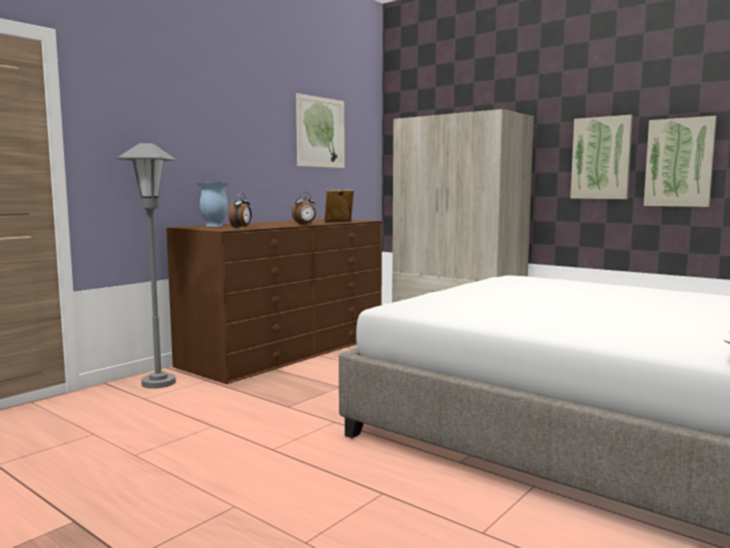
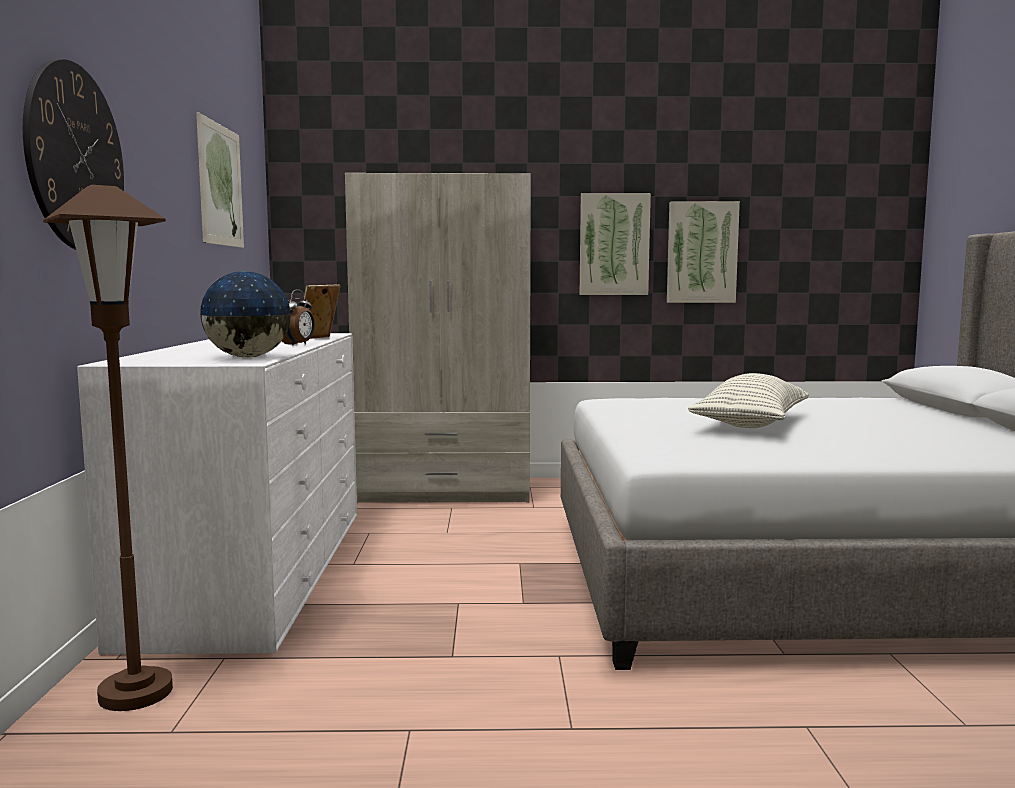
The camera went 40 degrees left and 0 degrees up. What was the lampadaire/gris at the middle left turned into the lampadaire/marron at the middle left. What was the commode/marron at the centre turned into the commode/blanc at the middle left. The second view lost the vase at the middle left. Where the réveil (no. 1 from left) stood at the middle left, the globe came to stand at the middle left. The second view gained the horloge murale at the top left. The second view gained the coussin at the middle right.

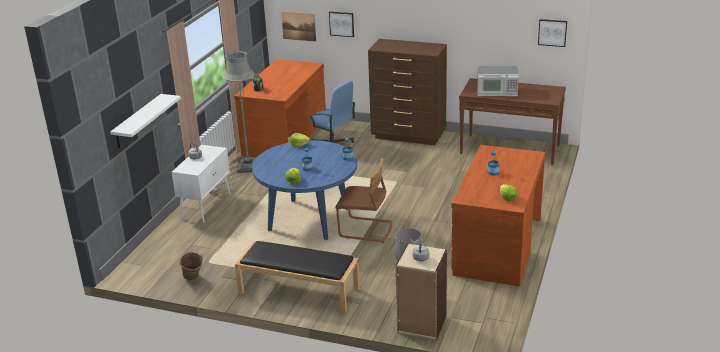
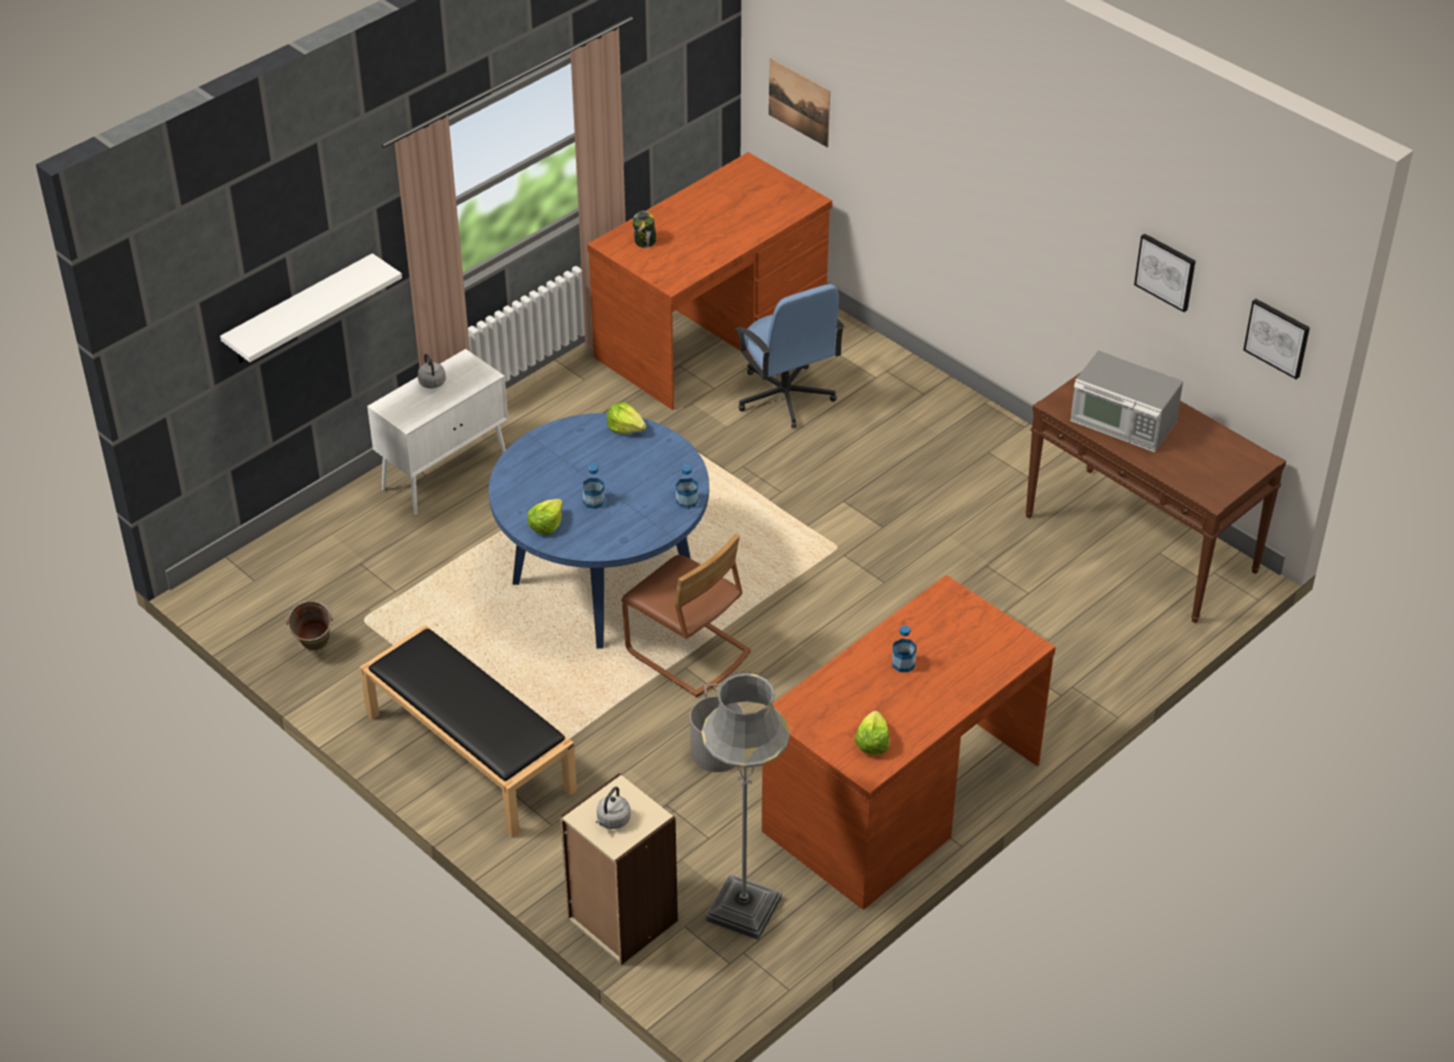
The camera went 25 degrees right and 15 degrees up. The lampadaire/gris ended up elsewhere, having gone from the top left to the bottom centre. The tableau (no. 2 from left) ended up elsewhere, having gone from the top centre to the top right. The second view lost the commode/marron at the top centre.

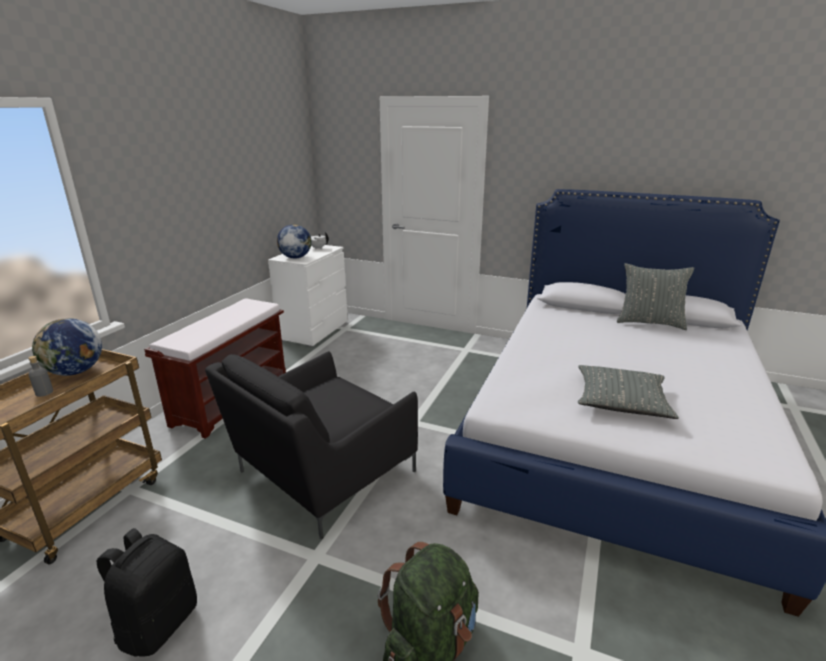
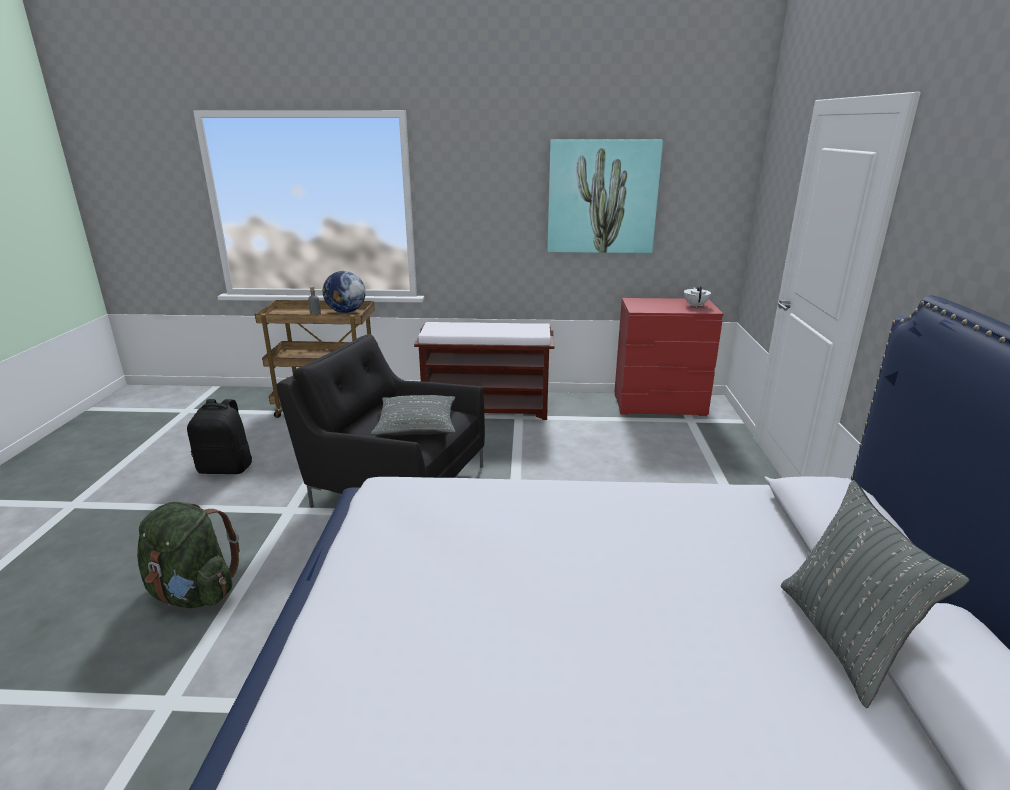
The camera went 70 degrees right and 0 degrees up. What was the commode/blanc at the centre turned into the commode/rouge at the centre. The second view lost the globe (no. 2 from left) at the centre. The coussin/gris (no. 1 from left) ended up elsewhere, having gone from the middle right to the centre. The second view gained the tableau at the top centre.

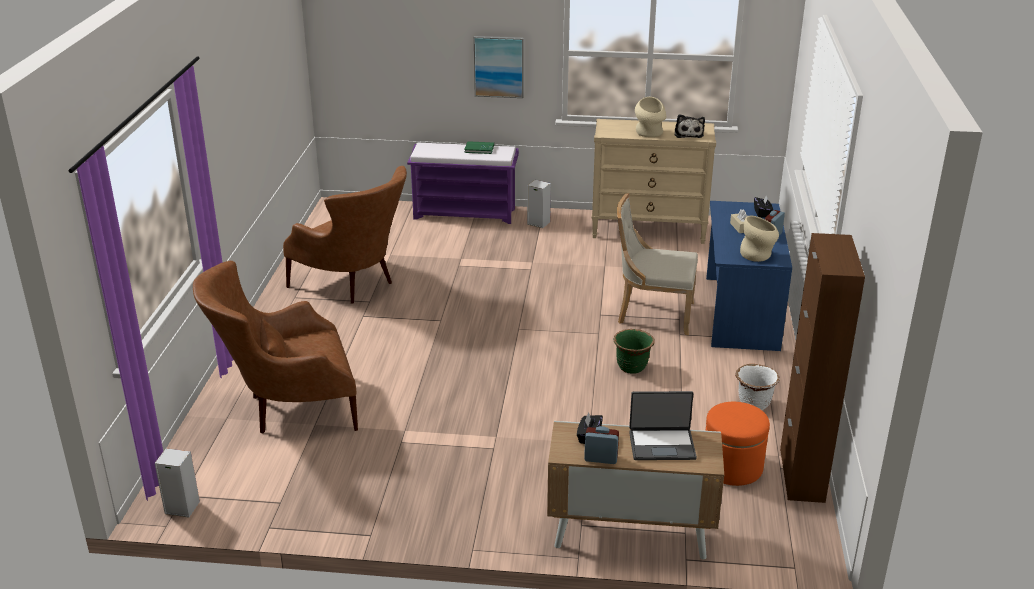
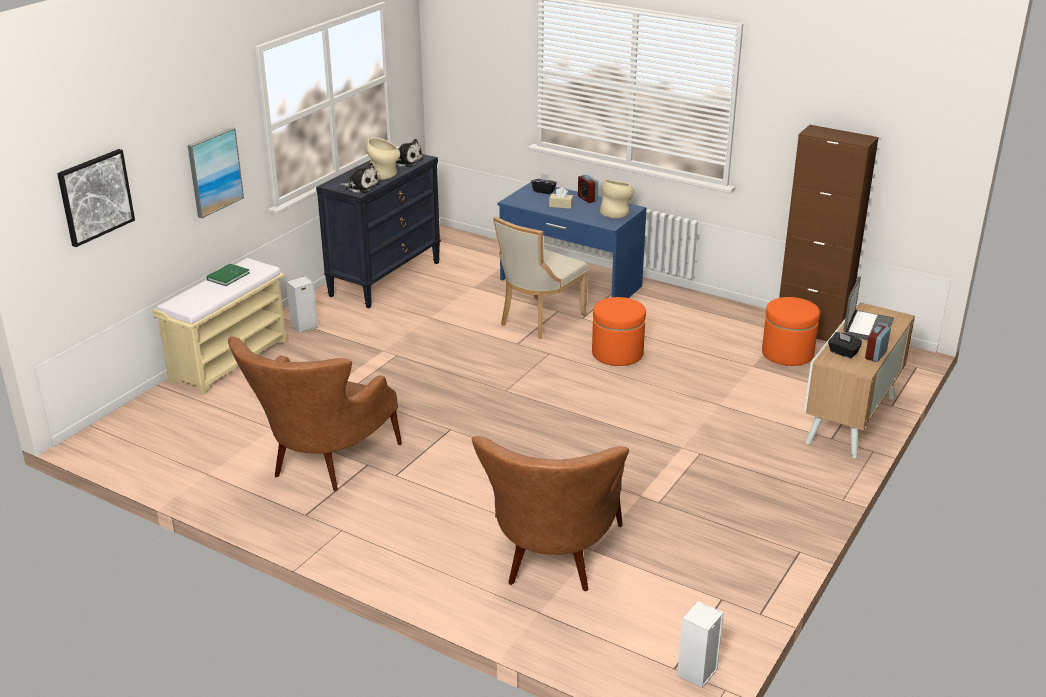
The camera went 65 degrees left and 0 degrees up. The fauteuil/marron (no. 2 from left in the first image) at the centre ended up facing another way, 135 degrees clockwise from before. What was the banc/violet at the top centre turned into the banc/beige at the middle left. What was the commode/beige at the top centre turned into the commode/noir at the top centre. Where the cache-pot/vert stood at the centre, the pouf/orange (no. 1 from left) came to stand at the centre. The second view lost the cache-pot/blanc at the middle right. The second view gained the tableau (no. 1 from left) at the top left. The second view gained the peluche (no. 1 from left) at the top centre.

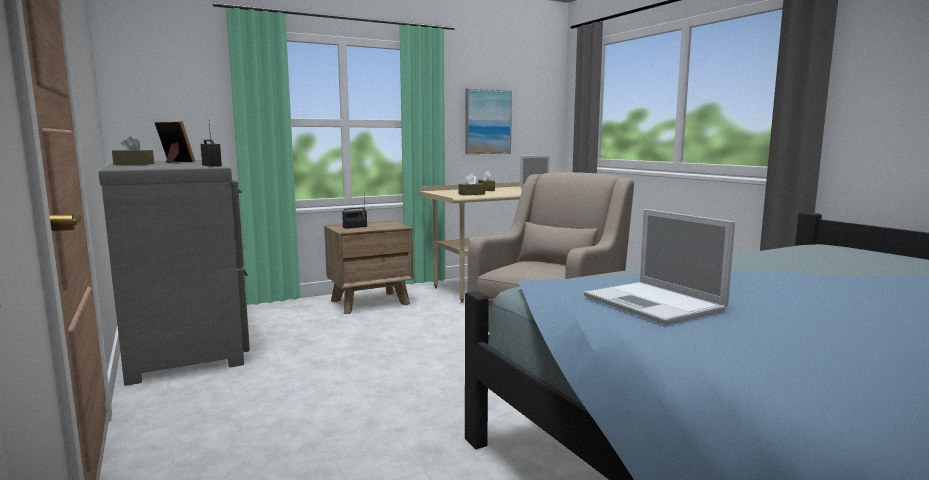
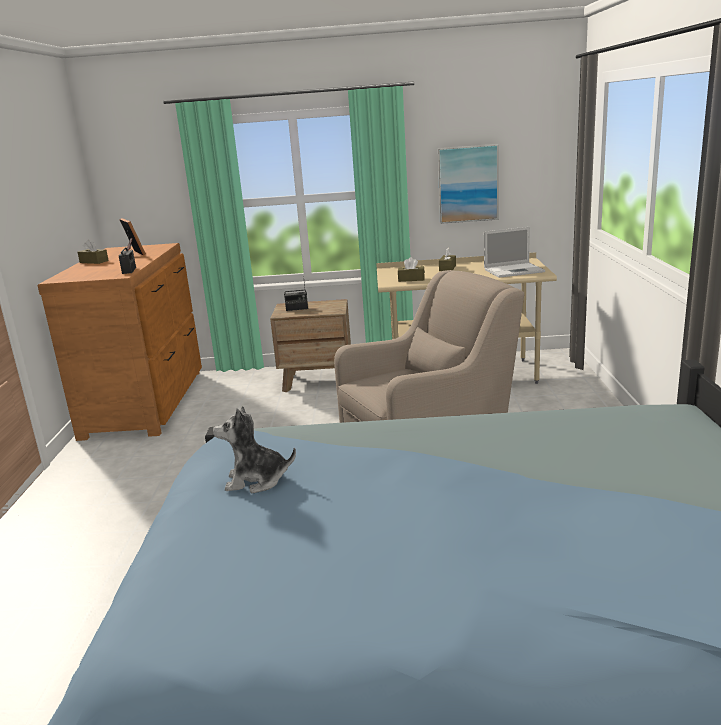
The camera went 30 degrees right and 10 degrees up. What was the commode/gris at the middle left turned into the commode/marron at the middle left. Where the ordinateur portable (no. 2 from left) stood at the middle right, the peluche came to stand at the centre.

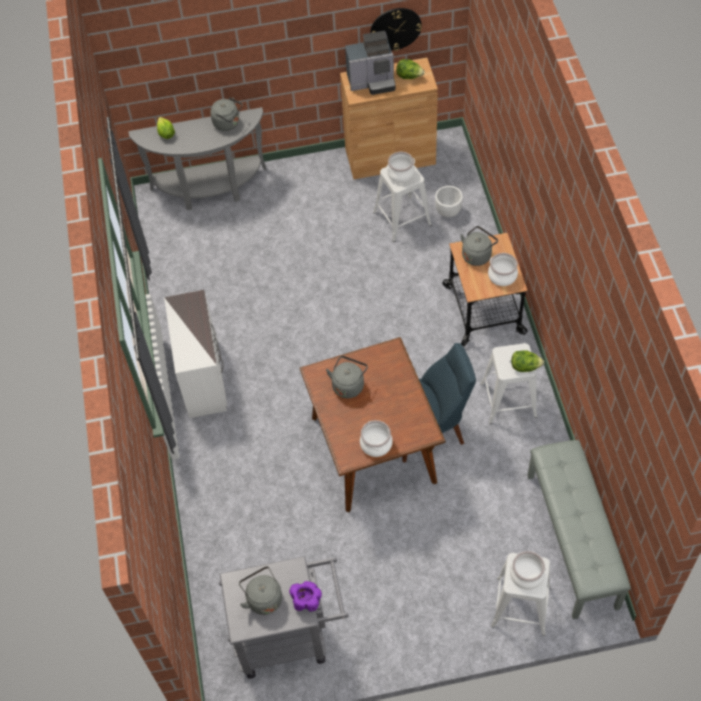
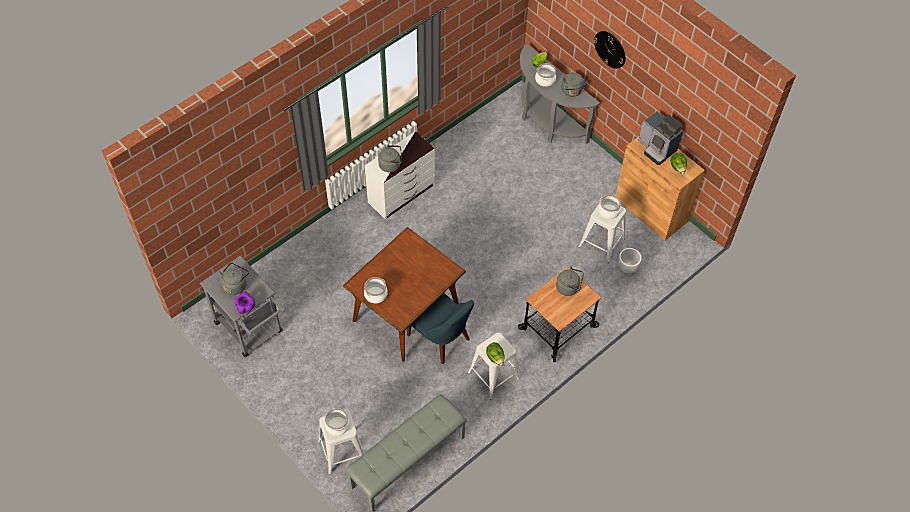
The camera went 55 degrees right and 0 degrees up. The bouilloire/gris (no. 3 from left in the first image) ended up elsewhere, having gone from the centre to the top centre. The horloge murale ended up elsewhere, having gone from the top centre to the top right. The marmite (no. 3 from left) ended up elsewhere, having gone from the middle right to the top centre.

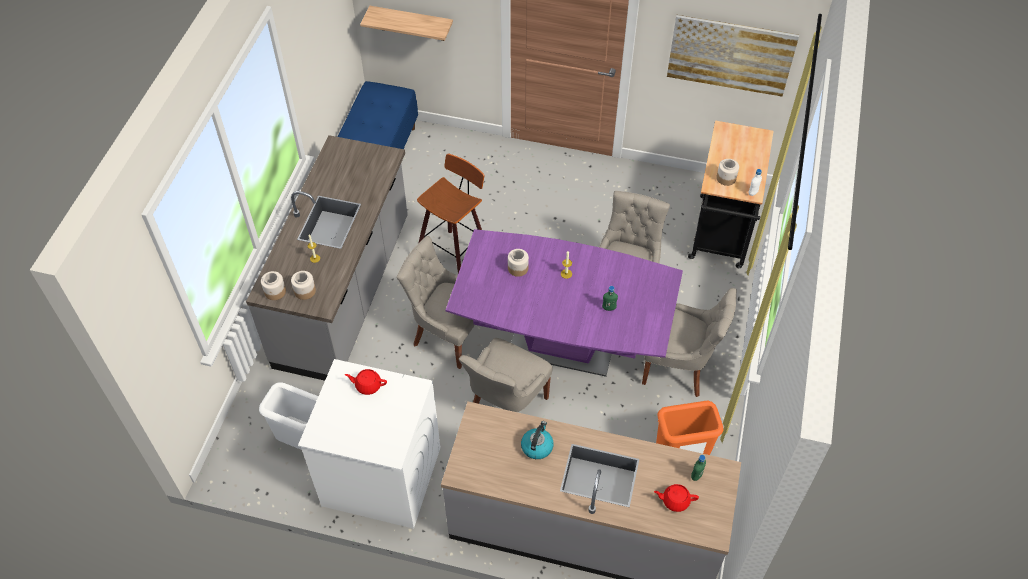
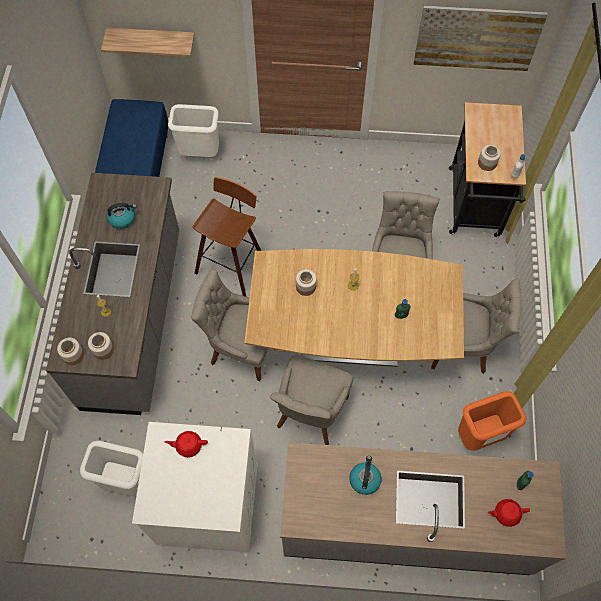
The camera went 10 degrees left and 10 degrees up. What was the table à manger/violet at the centre turned into the table à manger/marron at the centre. The second view gained the bouilloire (no. 1 from left) at the middle left. The second view gained the poubelle/blanc (no. 2 from left) at the top left.

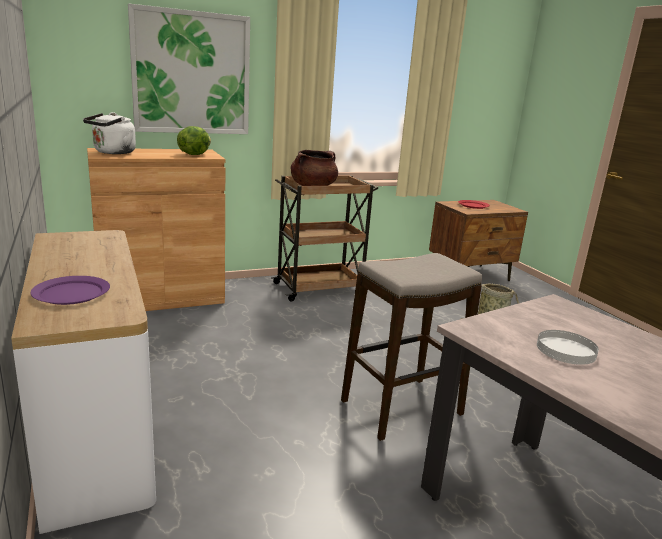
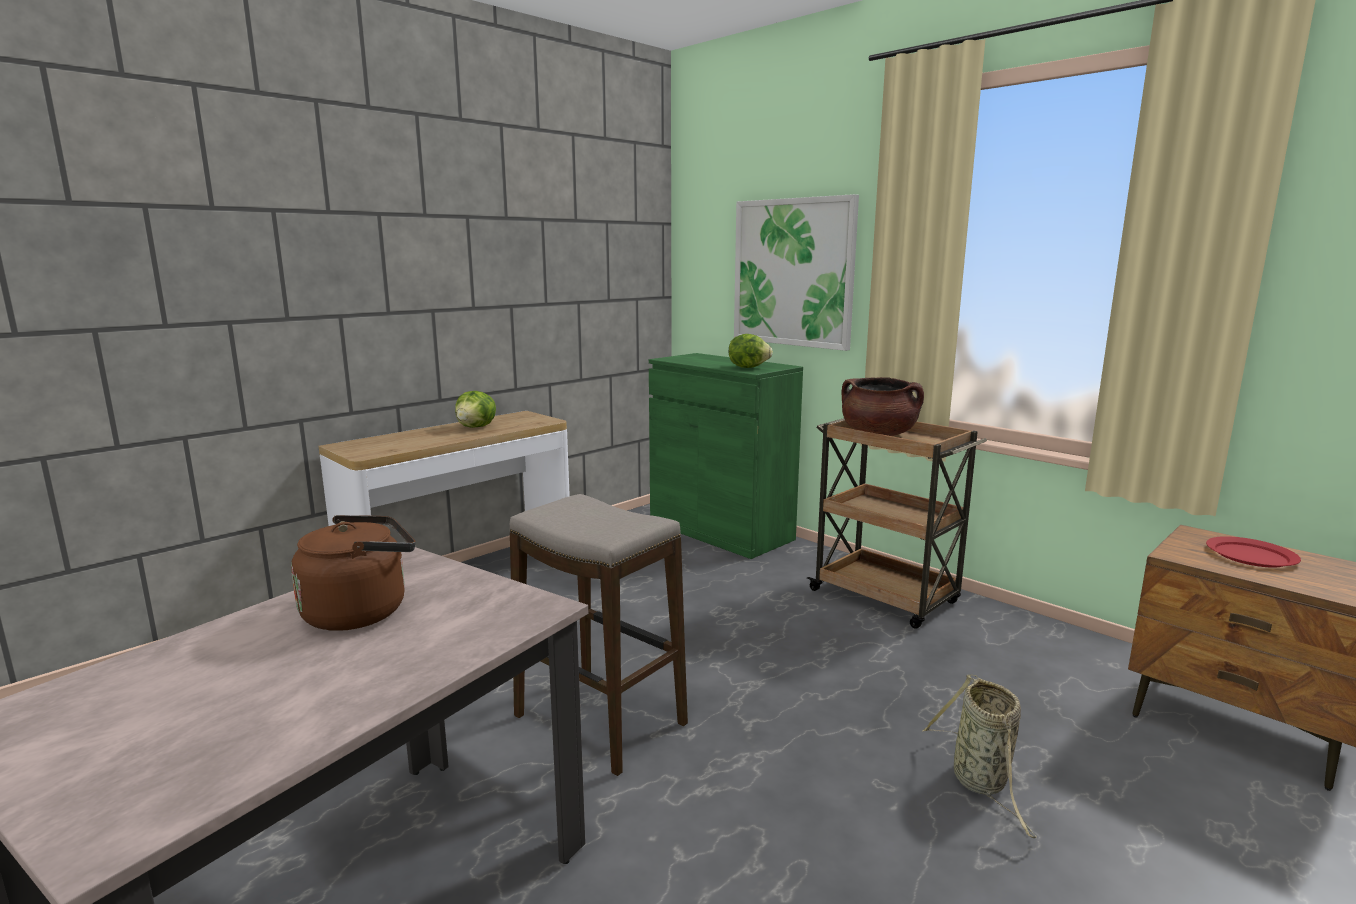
The camera went 70 degrees right and 5 degrees down. The second view lost the assiette/violet at the middle left. The second view lost the bouilloire/blanc at the top left. What was the meuble de rangement/marron at the middle left turned into the meuble de rangement/vert at the centre. Where the assiette/blanc stood at the middle right, the bouilloire/marron came to stand at the middle left. The second view gained the laitue (no. 1 from left) at the centre.

